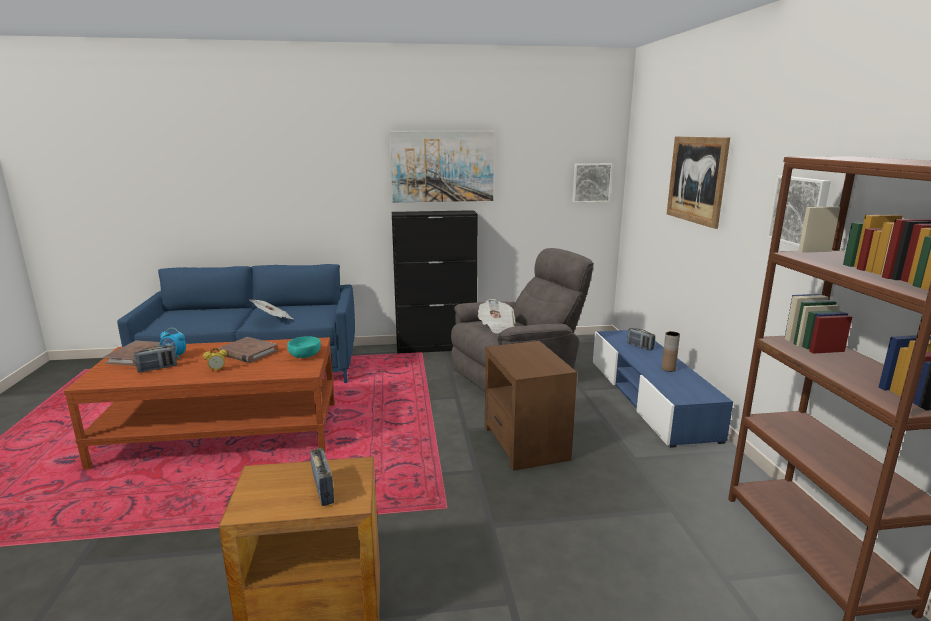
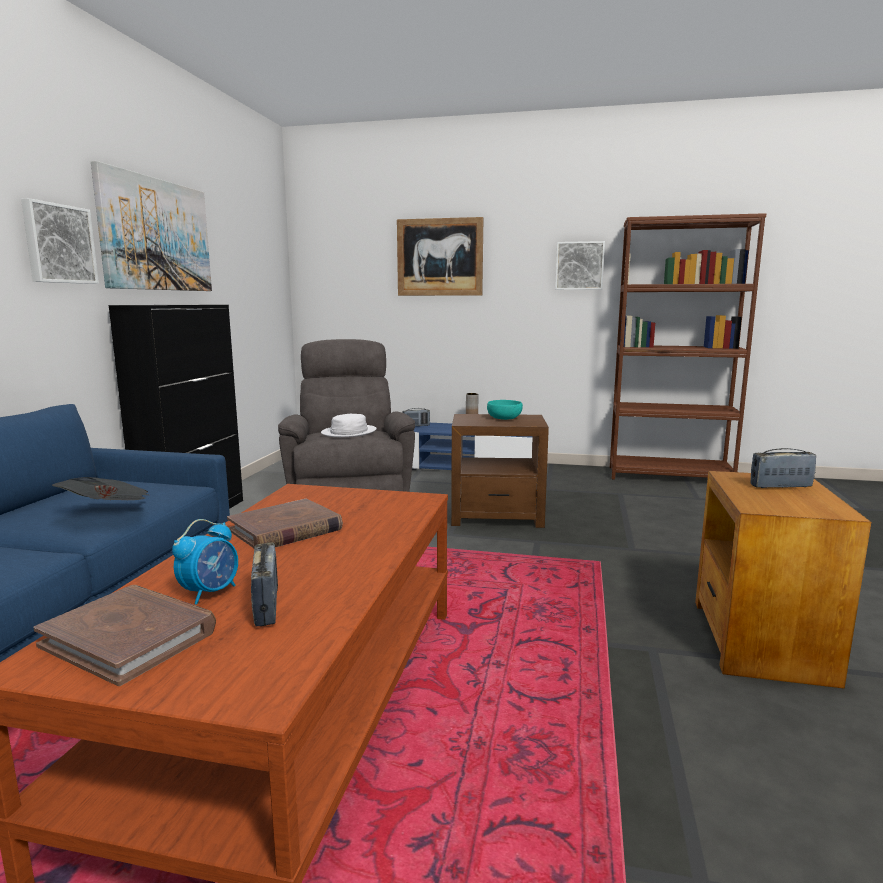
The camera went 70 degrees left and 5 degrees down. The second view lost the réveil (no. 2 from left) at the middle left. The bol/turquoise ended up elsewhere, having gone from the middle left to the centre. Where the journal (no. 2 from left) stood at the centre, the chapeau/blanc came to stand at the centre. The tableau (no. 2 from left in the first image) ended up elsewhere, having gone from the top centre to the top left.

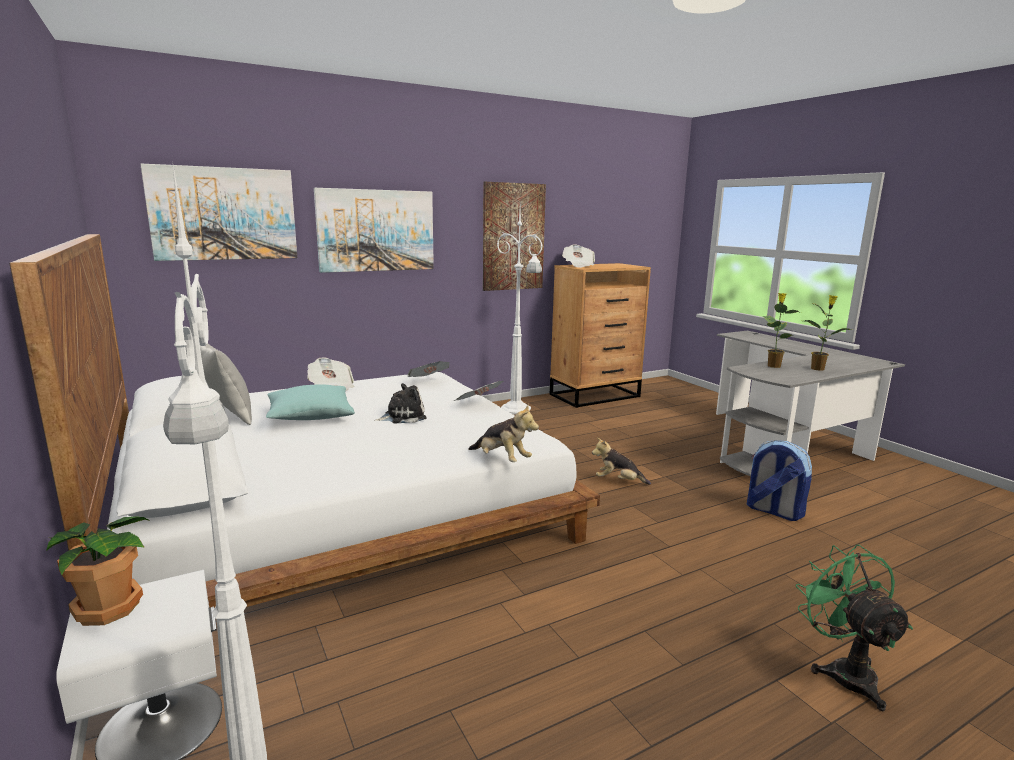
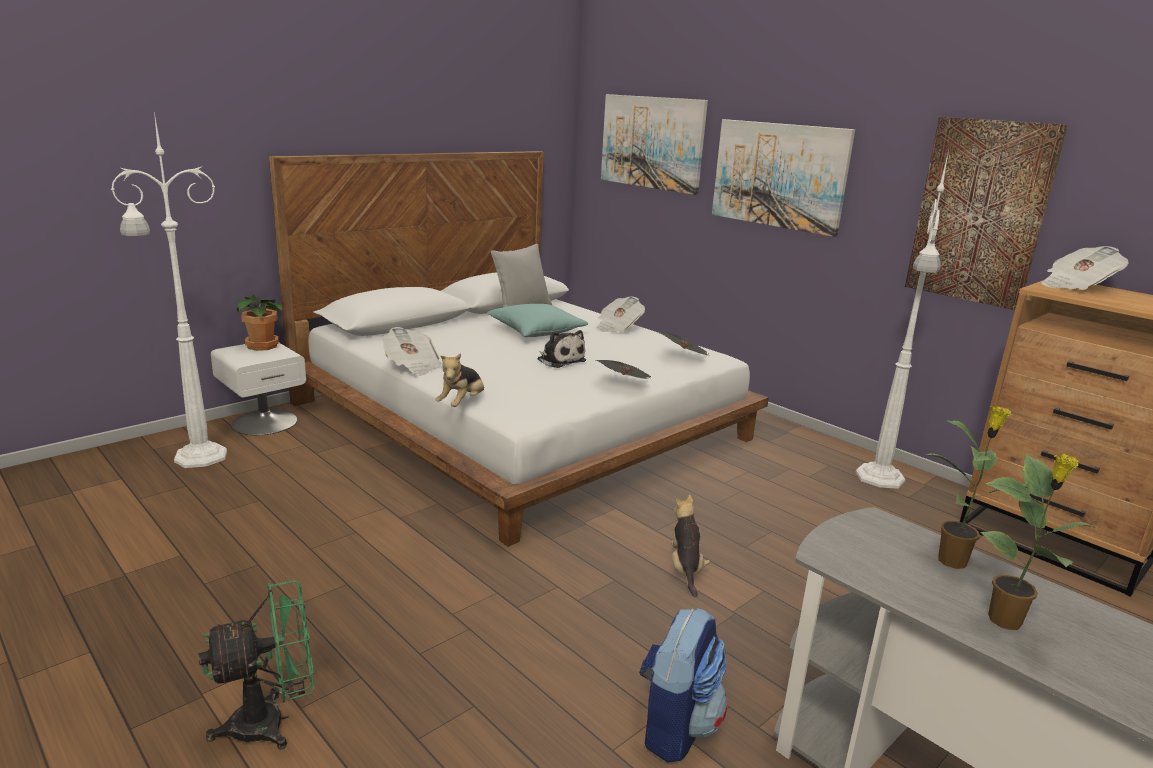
The camera went 75 degrees right and 5 degrees up. The second view gained the journal (no. 1 from left) at the centre.

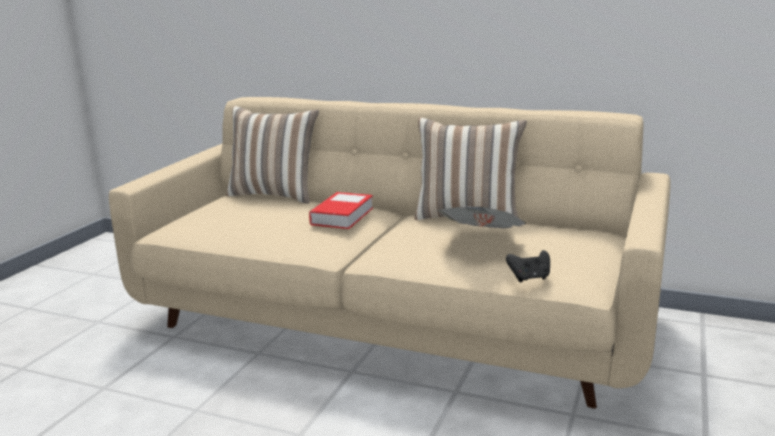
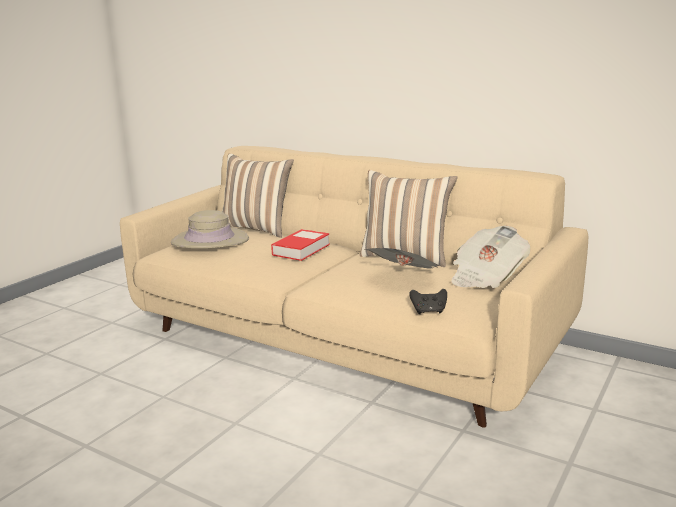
The camera went 10 degrees right and 0 degrees up. The second view gained the chapeau/beige at the middle left. The second view gained the journal (no. 2 from left) at the middle right.

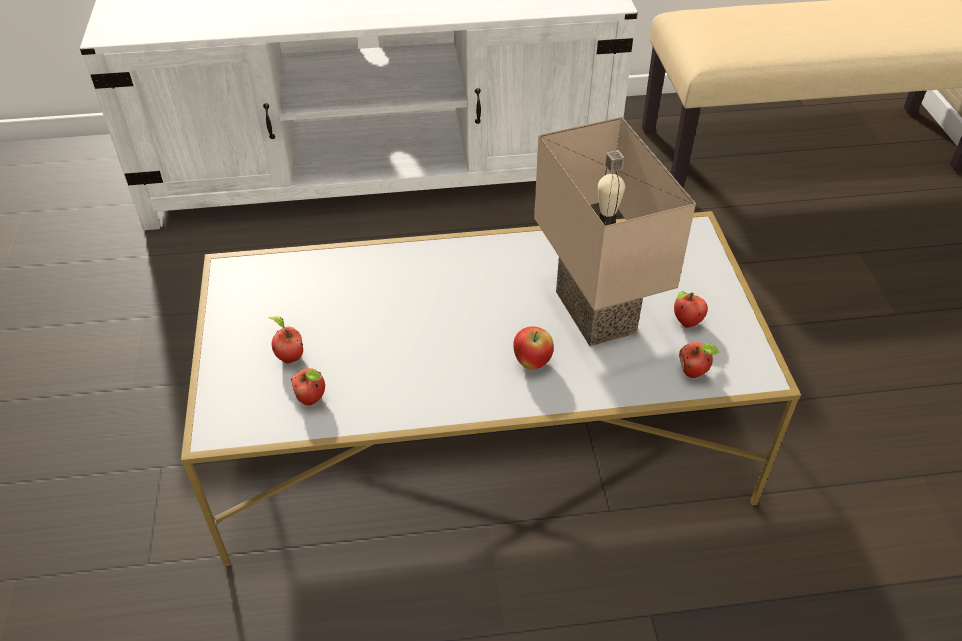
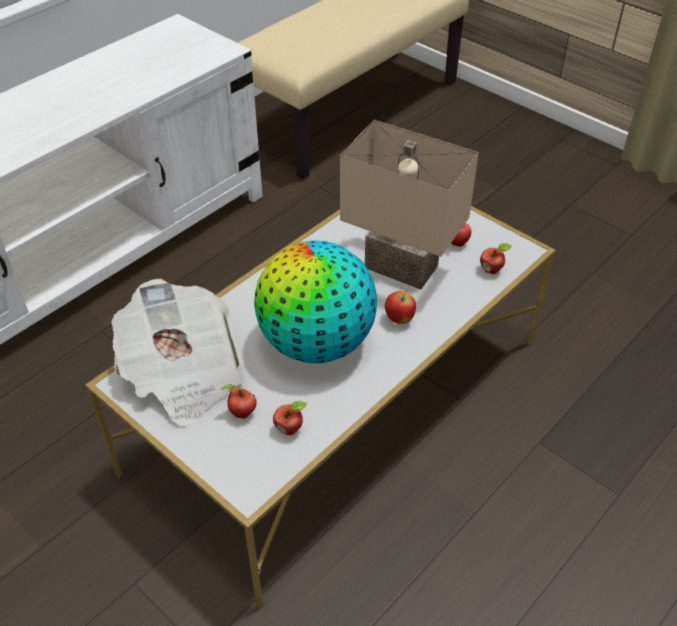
The camera went 40 degrees left and 0 degrees up. The second view gained the journal at the middle left. The second view gained the globe at the centre.

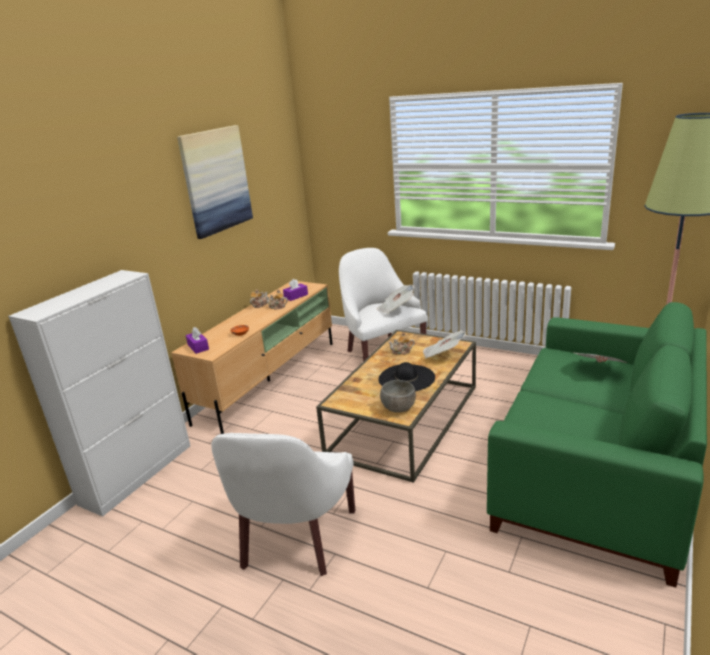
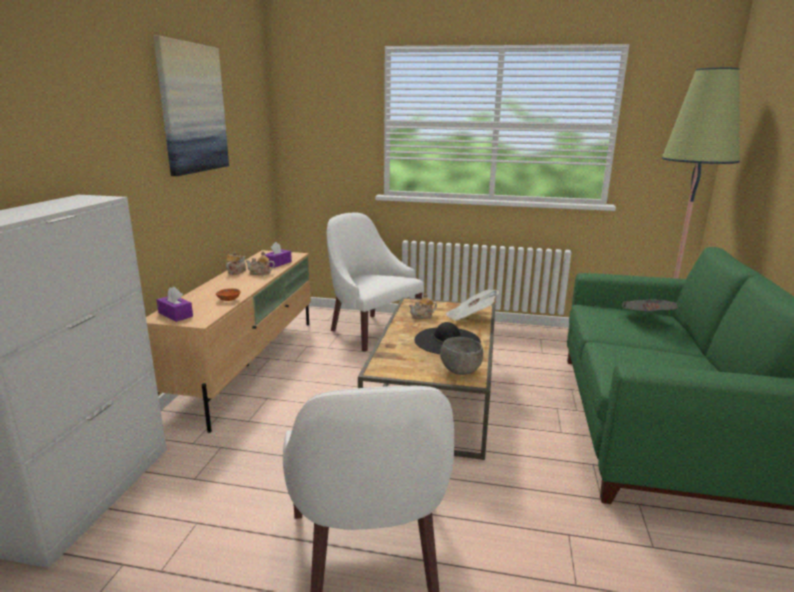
The camera went 20 degrees left and 5 degrees down. The second view lost the journal (no. 1 from left) at the centre.

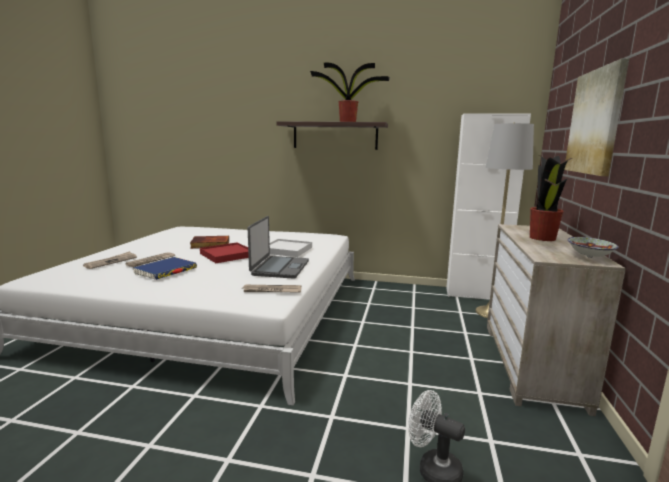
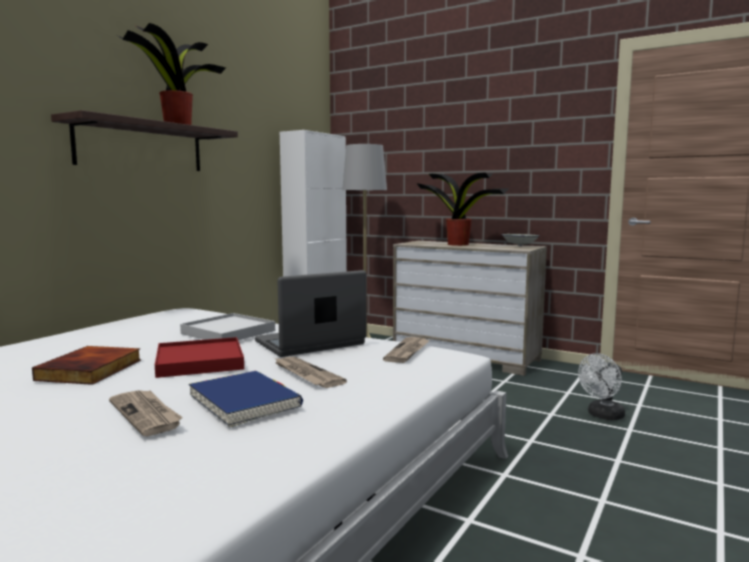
The camera went 70 degrees left and 5 degrees down. The journal (no. 1 from left in the first image) ended up elsewhere, having gone from the middle left to the centre. The ordinateur portable at the centre ended up facing another way, 60 degrees counterclockwise from before. The second view lost the tableau at the top right.

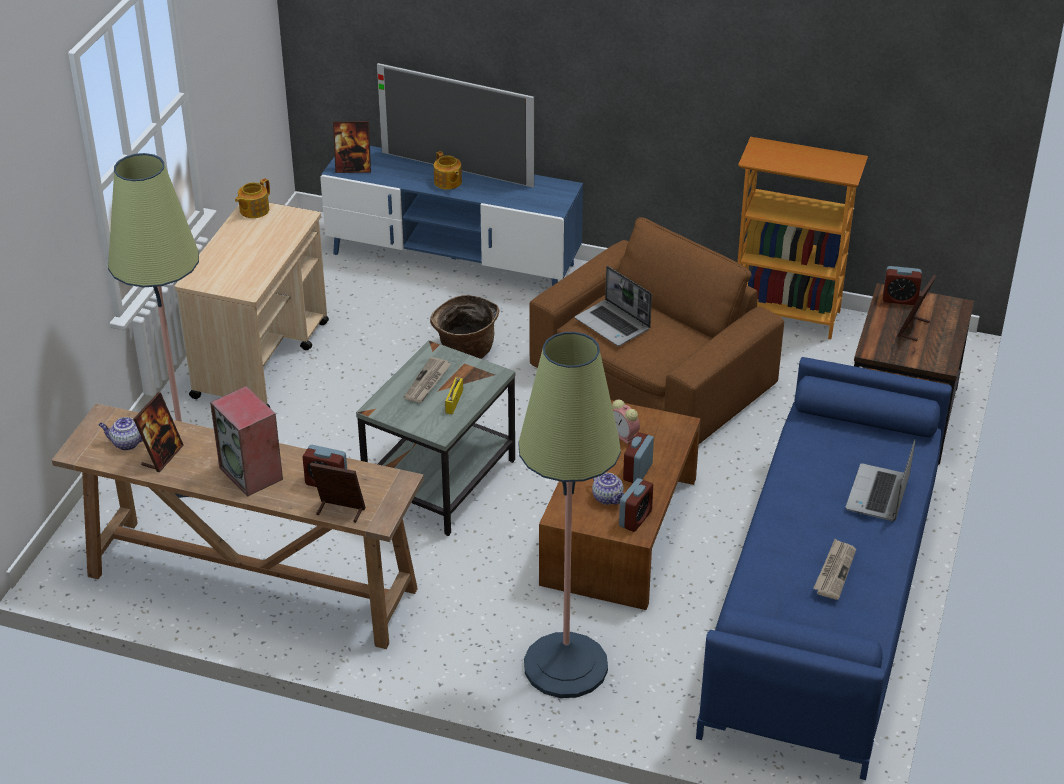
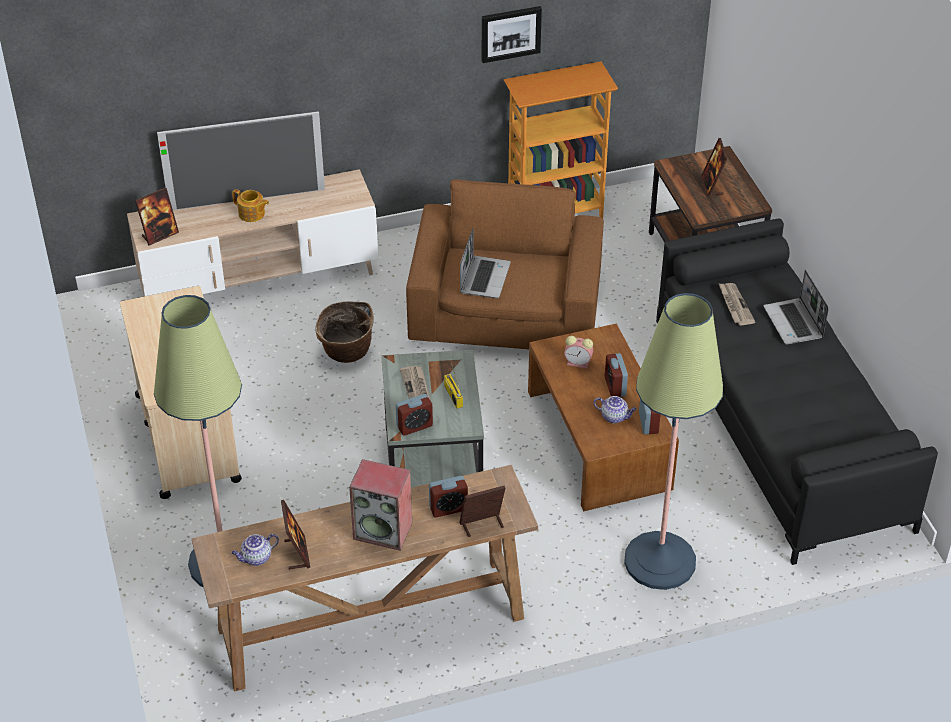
The camera went 35 degrees left and 5 degrees up. The second view lost the théière (no. 2 from left) at the top left. What was the meuble télé/bleu at the top centre turned into the meuble télé/beige at the top left. The ordinateur portable (no. 1 from left) at the centre ended up facing another way, 90 degrees counterclockwise from before. What was the canapé/bleu at the bottom right turned into the canapé/noir at the middle right. The journal (no. 2 from left) ended up elsewhere, having gone from the bottom right to the middle right. The réveil (no. 5 from left in the first image) ended up elsewhere, having gone from the middle right to the centre. The second view gained the tableau at the top centre.

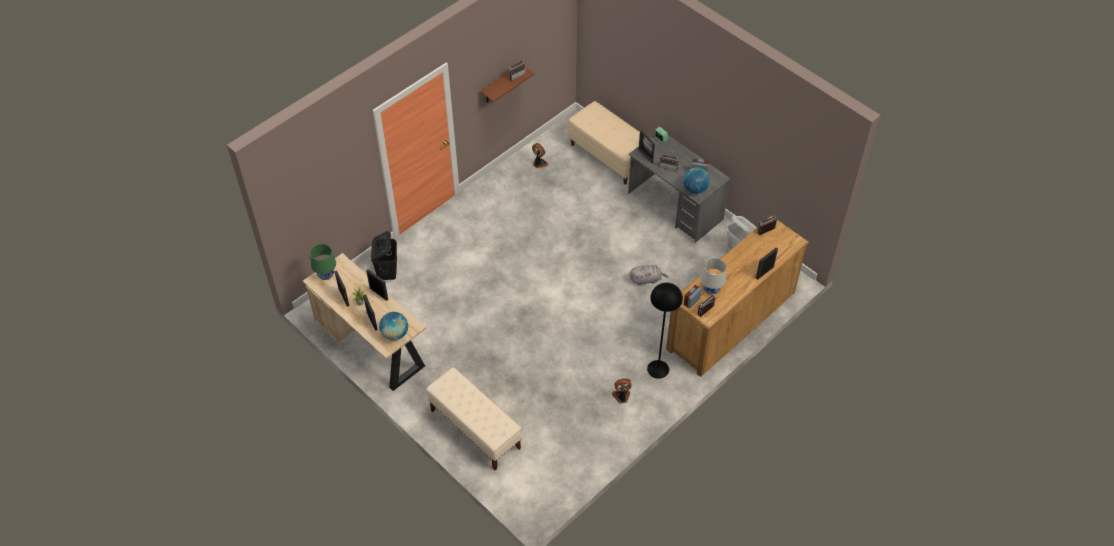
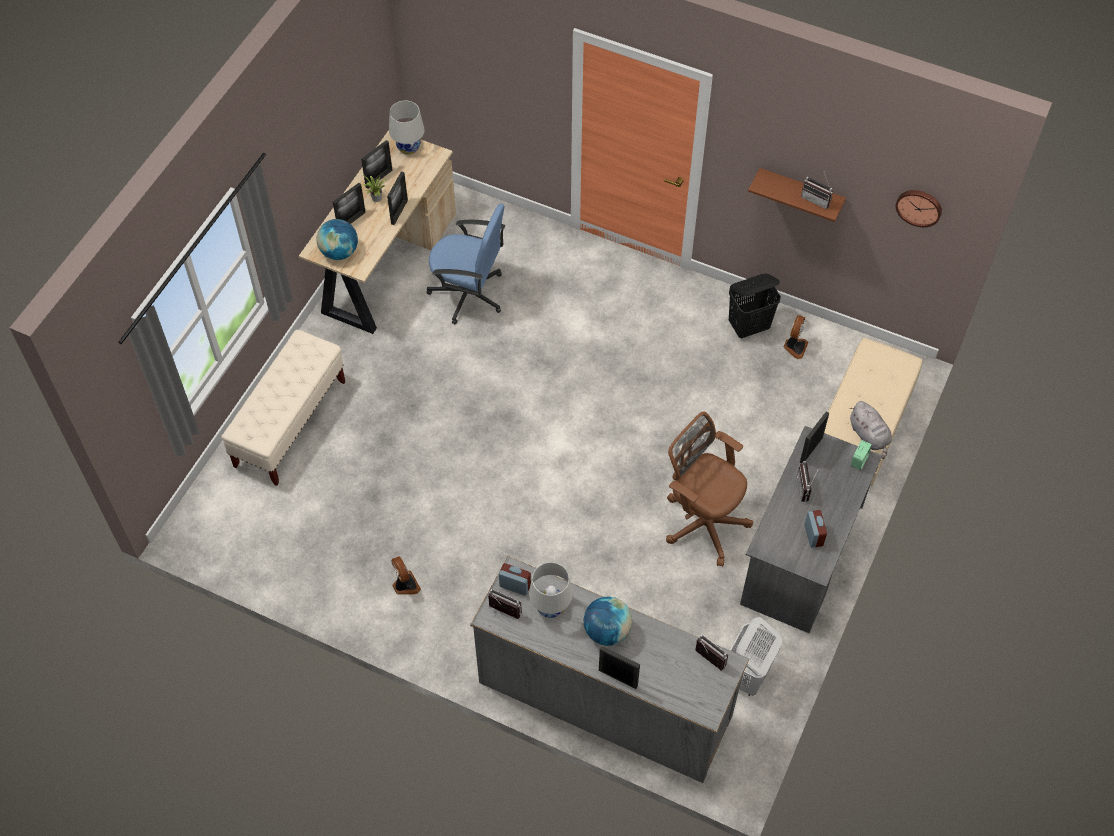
The camera went 70 degrees right and 5 degrees up. What was the lampe de table/vert at the middle left turned into the lampe de table/blanc (no. 1 from left) at the top centre. The panier à linge/noir ended up elsewhere, having gone from the centre to the middle right. The peluche/gris ended up elsewhere, having gone from the centre to the middle right. The second view lost the lampadaire/noir at the centre. What was the commode/marron at the centre turned into the commode/gris at the bottom centre. The globe (no. 2 from left) ended up elsewhere, having gone from the top centre to the bottom centre. The second view gained the chaise de bureau/bleu at the top centre. The second view gained the chaise de bureau/marron at the centre. The second view gained the horloge murale at the top right.

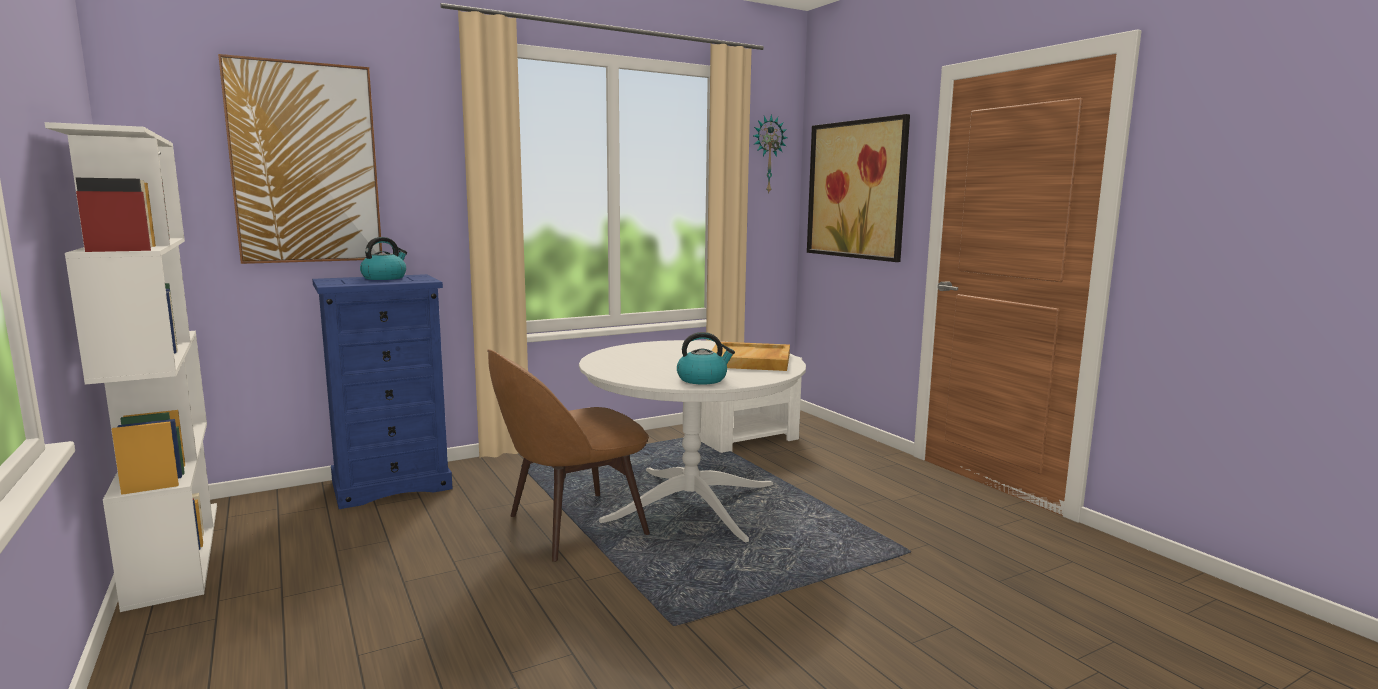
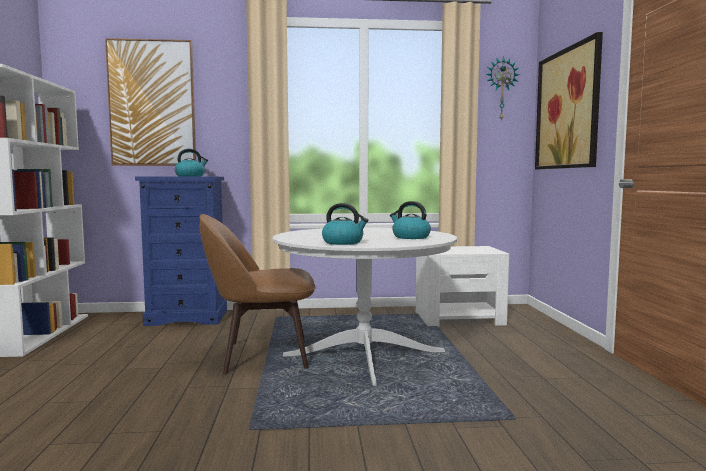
The camera went 25 degrees right and 5 degrees down. Where the plateau/beige stood at the centre, the bouilloire (no. 3 from left) came to stand at the centre.

